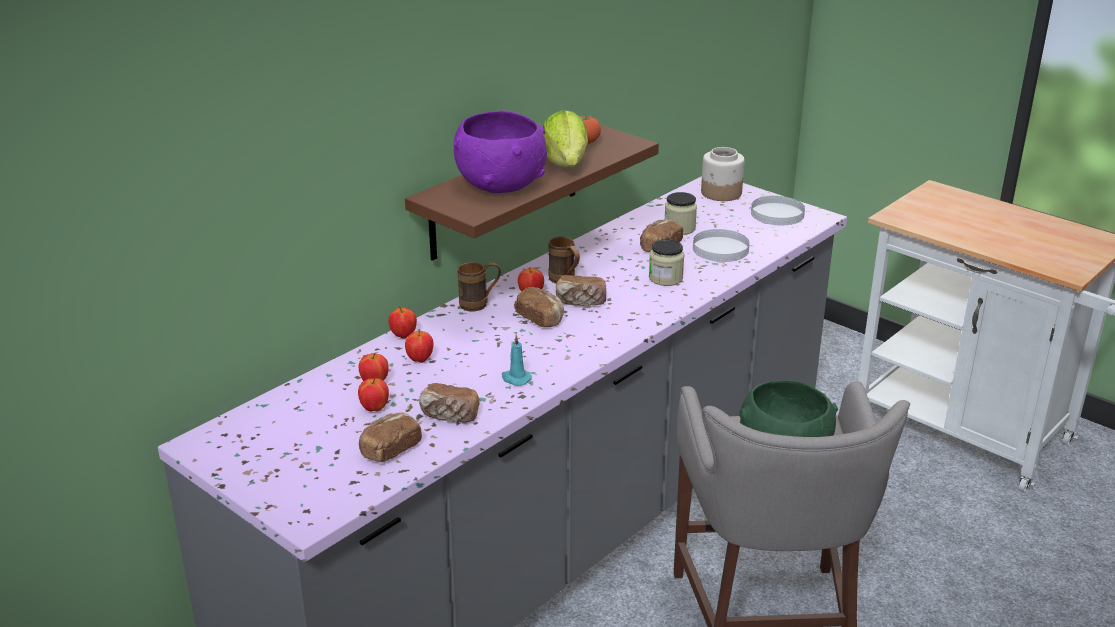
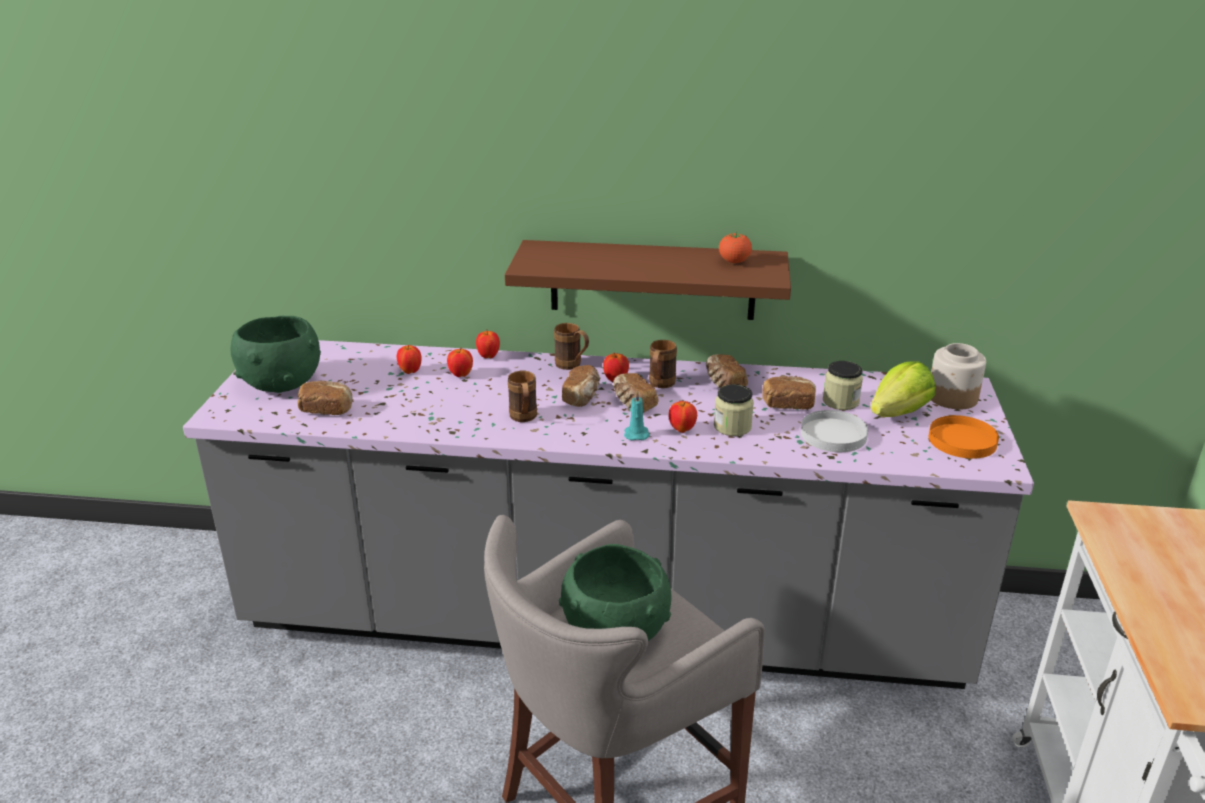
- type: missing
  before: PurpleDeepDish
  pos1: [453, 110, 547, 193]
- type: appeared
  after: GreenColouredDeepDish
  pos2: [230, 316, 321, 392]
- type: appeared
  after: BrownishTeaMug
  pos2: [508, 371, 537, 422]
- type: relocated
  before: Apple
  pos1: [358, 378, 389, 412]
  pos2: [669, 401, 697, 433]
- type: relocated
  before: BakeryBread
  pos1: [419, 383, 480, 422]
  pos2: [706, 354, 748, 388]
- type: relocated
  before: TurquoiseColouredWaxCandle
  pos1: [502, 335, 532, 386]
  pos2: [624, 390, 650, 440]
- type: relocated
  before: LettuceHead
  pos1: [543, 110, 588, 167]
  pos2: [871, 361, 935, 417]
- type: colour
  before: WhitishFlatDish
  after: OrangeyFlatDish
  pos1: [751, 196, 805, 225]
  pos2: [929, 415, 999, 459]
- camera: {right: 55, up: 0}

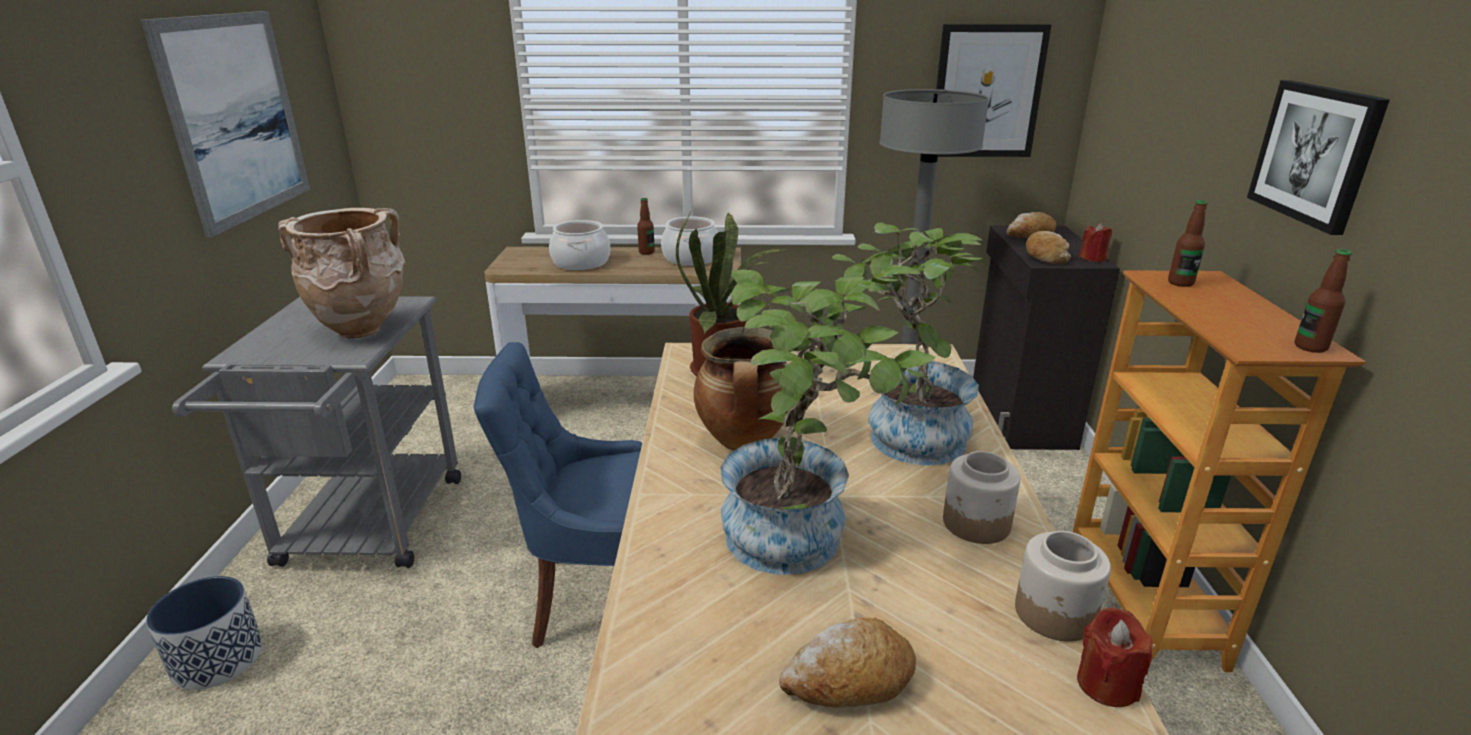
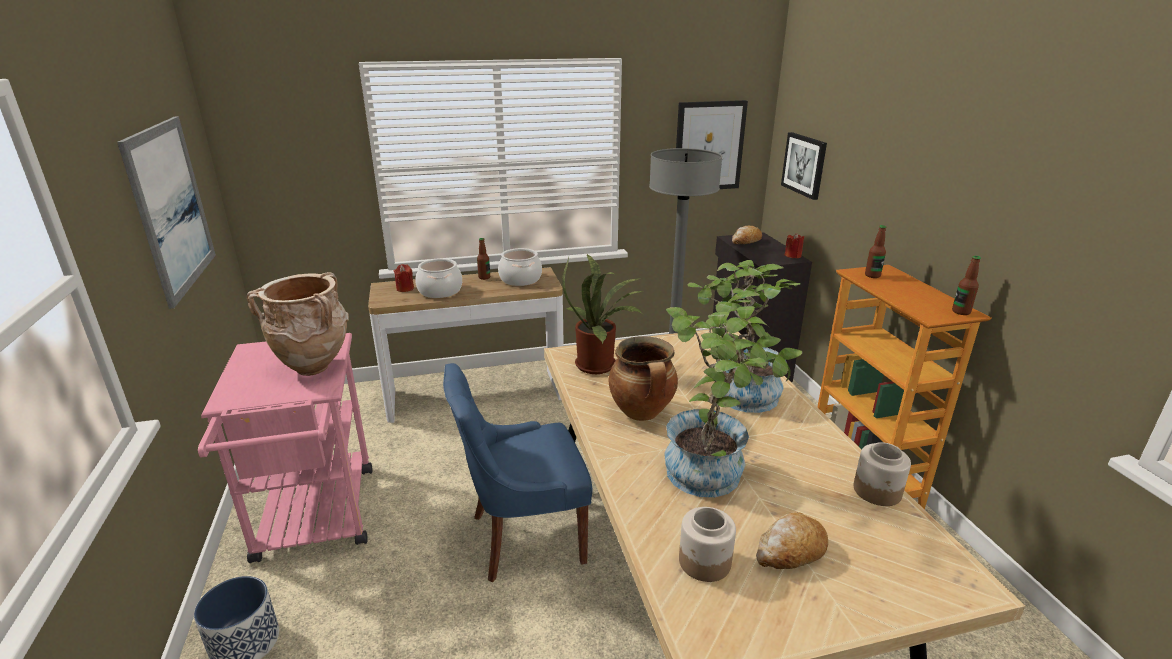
- type: missing
  before: BakeryBread
  pos1: [1026, 231, 1071, 264]
- type: relocated
  before: StorageJar
  pos1: [943, 451, 1020, 544]
  pos2: [679, 507, 736, 582]
- type: relocated
  before: RedWaxCandle
  pos1: [1077, 608, 1153, 707]
  pos2: [393, 264, 414, 292]
- type: relocated
  before: WallArt
  pos1: [1247, 80, 1390, 235]
  pos2: [781, 132, 827, 200]
- type: colour
  before: GrayCart
  after: PinkColouredCart
  pos1: [172, 296, 461, 568]
  pos2: [198, 333, 372, 563]
- camera: {right: -15, up: 0}

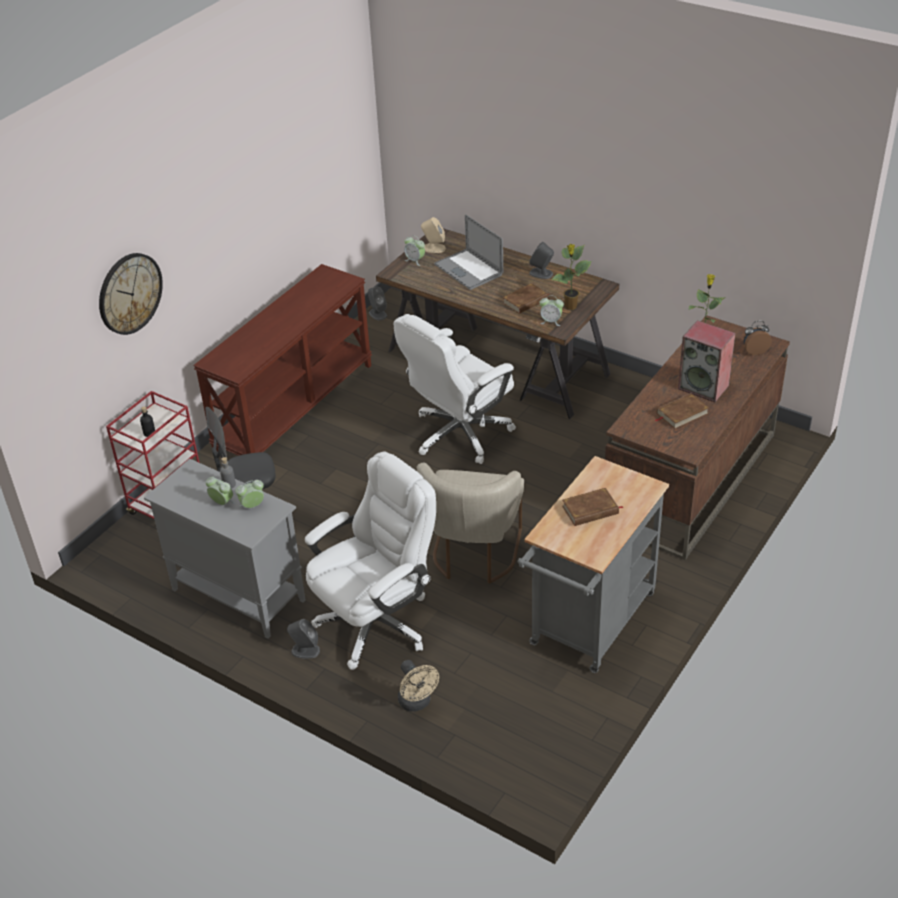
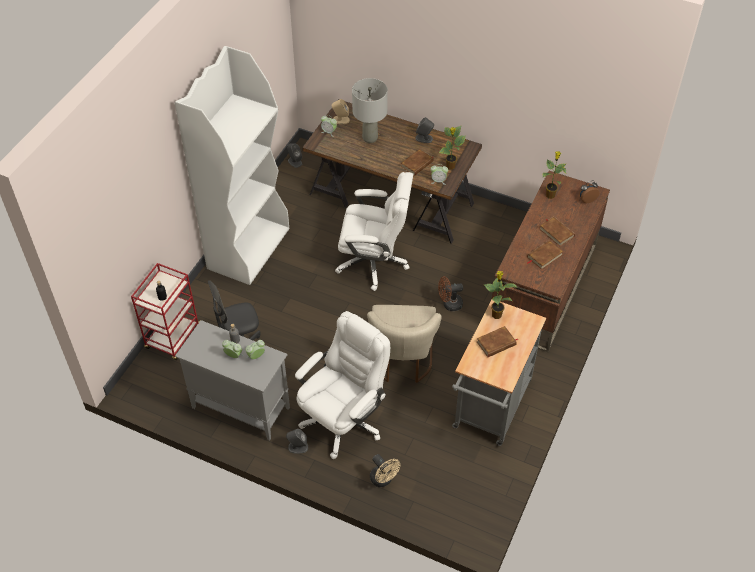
- type: missing
  before: HangingClock
  pos1: [99, 253, 163, 335]
- type: appeared
  after: BrownishElectricFan
  pos2: [438, 276, 463, 311]
- type: appeared
  after: PlantInAPot
  pos2: [484, 271, 518, 319]
- type: exchanged
  before: BrownishHallTable
  after: WhitishBookshelf
  pos1: [193, 264, 372, 456]
  pos2: [174, 46, 289, 285]
- type: exchanged
  before: NotebookComputer
  after: GrayTabletopLamp
  pos1: [434, 214, 503, 290]
  pos2: [352, 78, 388, 143]
- type: exchanged
  before: Loudspeaker
  after: BrownishBook
  pos1: [678, 320, 735, 402]
  pos2: [540, 217, 575, 246]
- type: spun
  before: WhitishOfficeChair
  pos1: [394, 314, 516, 464]
  pos2: [335, 172, 413, 291]
  turn: -120
- camera: {right: -10, up: 10}

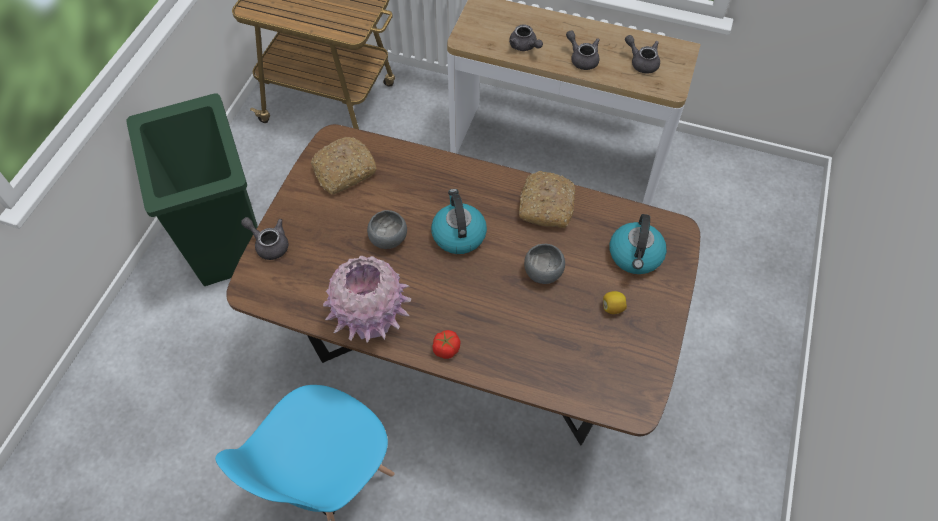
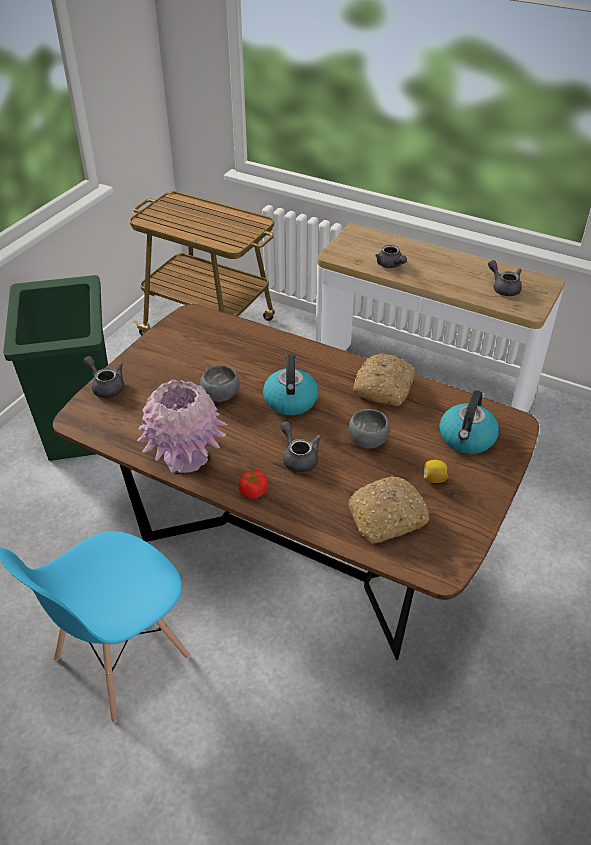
- type: relocated
  before: BakeryBread
  pos1: [311, 137, 377, 195]
  pos2: [348, 476, 429, 544]
- type: relocated
  before: GrayTeapot
  pos1: [566, 30, 599, 70]
  pos2: [280, 421, 321, 472]
- camera: {right: 10, up: -15}

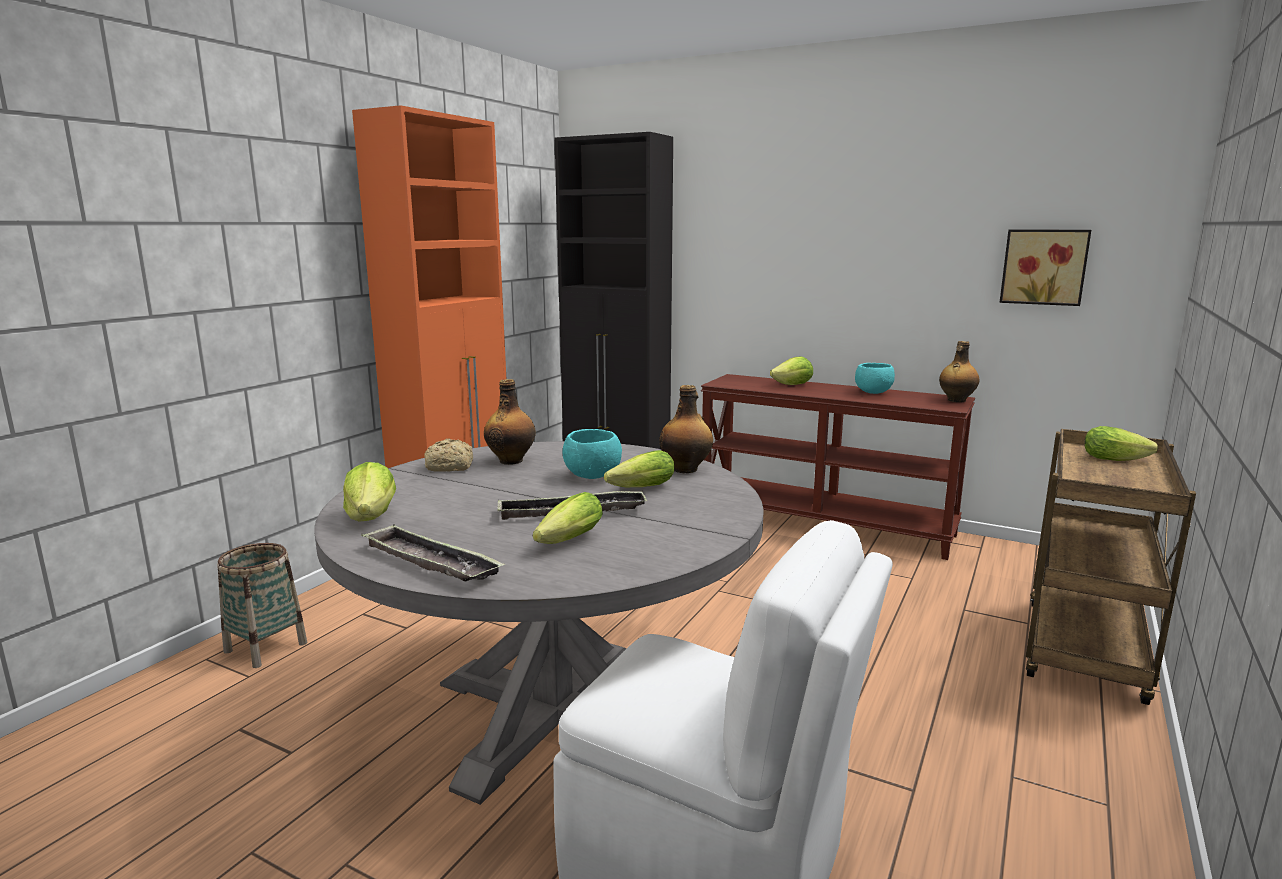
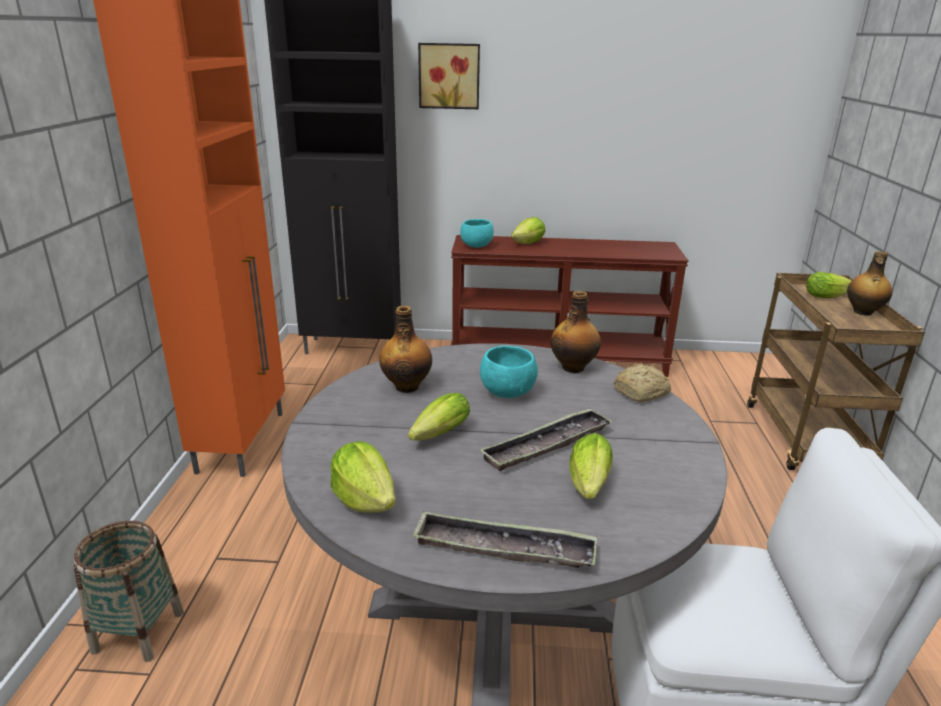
- type: relocated
  before: BakeryBread
  pos1: [424, 438, 473, 472]
  pos2: [614, 364, 671, 402]
- type: relocated
  before: LettuceHead
  pos1: [604, 450, 674, 487]
  pos2: [408, 393, 470, 441]
- type: relocated
  before: TurquoiseColouredDeepDish
  pos1: [855, 363, 895, 394]
  pos2: [460, 219, 494, 248]
- type: relocated
  before: BeverageBottle
  pos1: [939, 341, 979, 402]
  pos2: [847, 251, 892, 316]
- type: relocated
  before: WallArt
  pos1: [999, 229, 1091, 306]
  pos2: [418, 43, 480, 109]
- camera: {right: -25, up: 10}

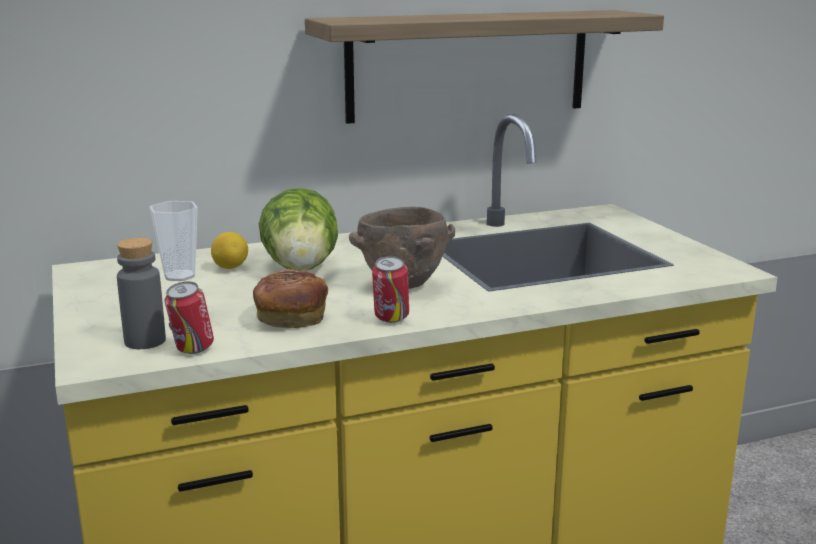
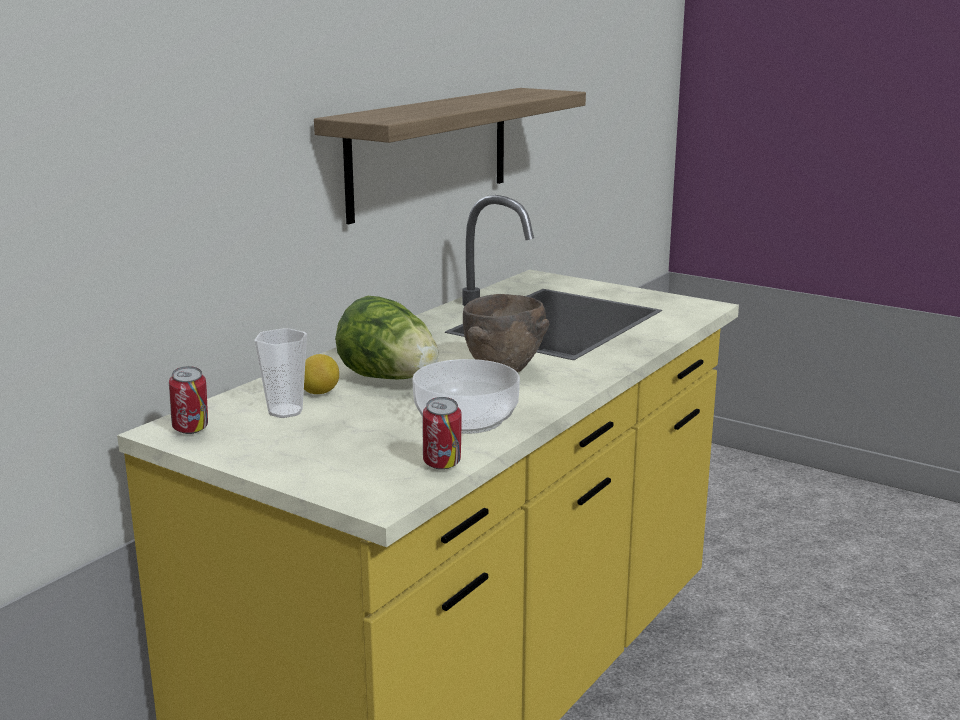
- type: missing
  before: GrayBeverageBottle
  pos1: [117, 238, 166, 349]
- type: relocated
  before: SealedCan
  pos1: [372, 256, 409, 323]
  pos2: [169, 366, 208, 434]
- type: exchanged
  before: BakeryBread
  after: DeepDish
  pos1: [253, 269, 328, 328]
  pos2: [412, 359, 520, 434]
- camera: {right: -35, up: 0}

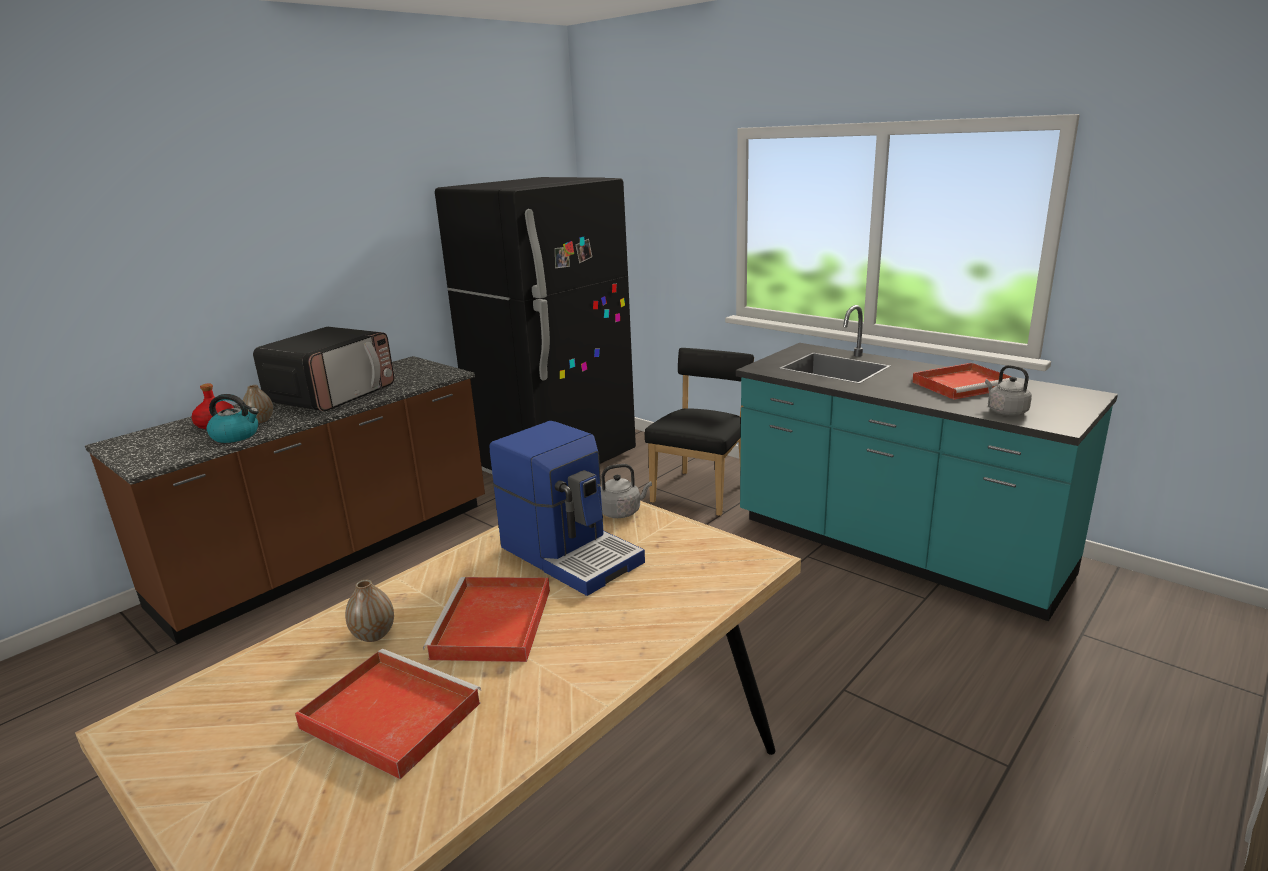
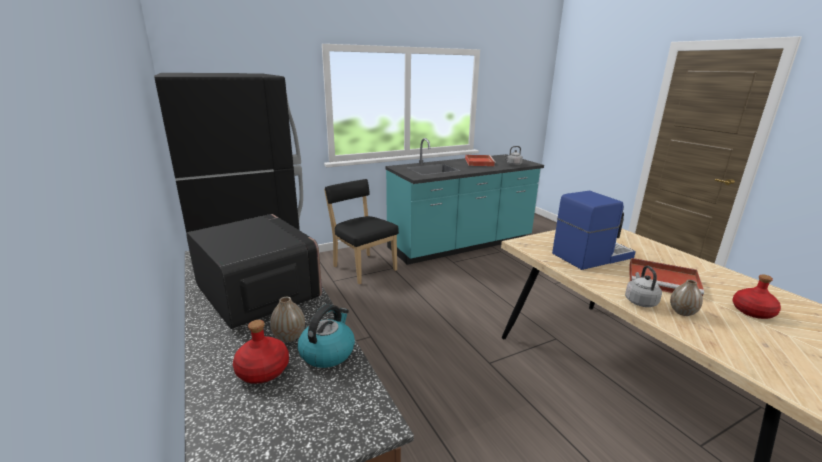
- type: relocated
  before: GrayKettle
  pos1: [601, 464, 652, 518]
  pos2: [625, 266, 662, 307]
- type: exchanged
  before: RedServingTray
  after: RedBeverageBottle
  pos1: [295, 649, 481, 779]
  pos2: [732, 275, 781, 319]
- camera: {right: -70, up: 0}

